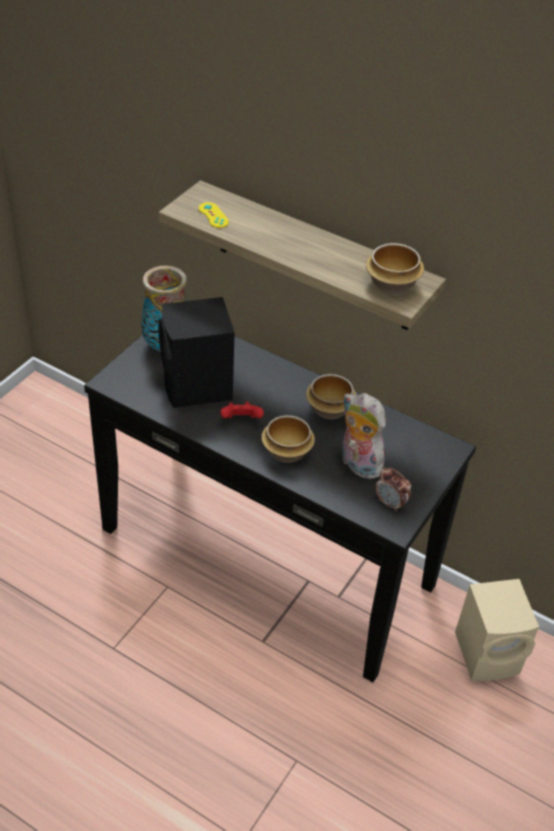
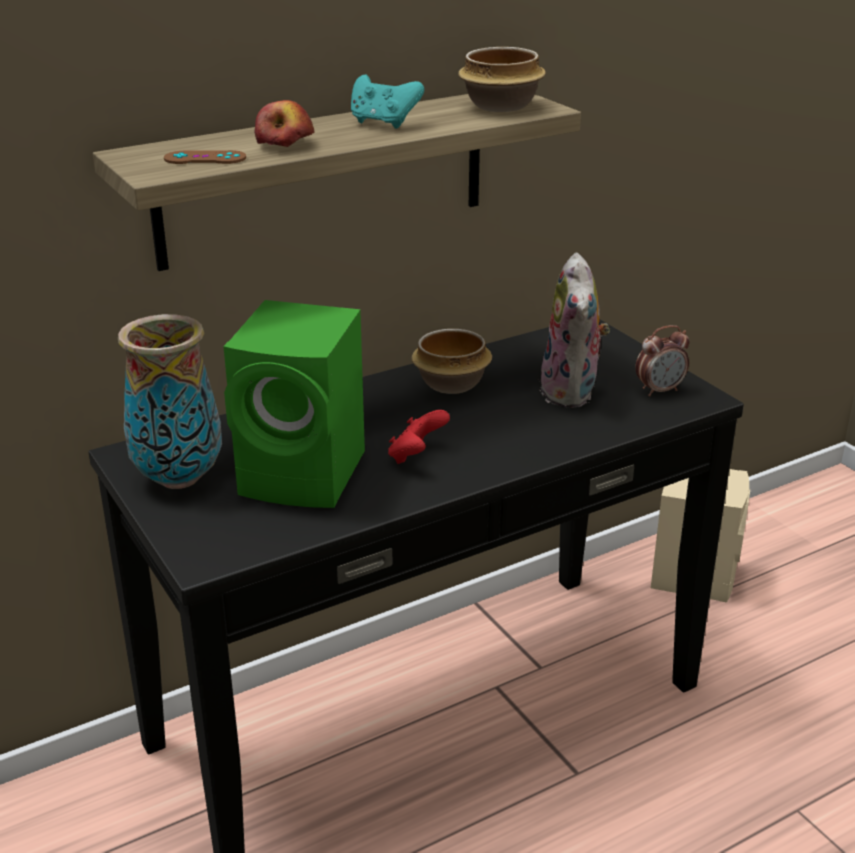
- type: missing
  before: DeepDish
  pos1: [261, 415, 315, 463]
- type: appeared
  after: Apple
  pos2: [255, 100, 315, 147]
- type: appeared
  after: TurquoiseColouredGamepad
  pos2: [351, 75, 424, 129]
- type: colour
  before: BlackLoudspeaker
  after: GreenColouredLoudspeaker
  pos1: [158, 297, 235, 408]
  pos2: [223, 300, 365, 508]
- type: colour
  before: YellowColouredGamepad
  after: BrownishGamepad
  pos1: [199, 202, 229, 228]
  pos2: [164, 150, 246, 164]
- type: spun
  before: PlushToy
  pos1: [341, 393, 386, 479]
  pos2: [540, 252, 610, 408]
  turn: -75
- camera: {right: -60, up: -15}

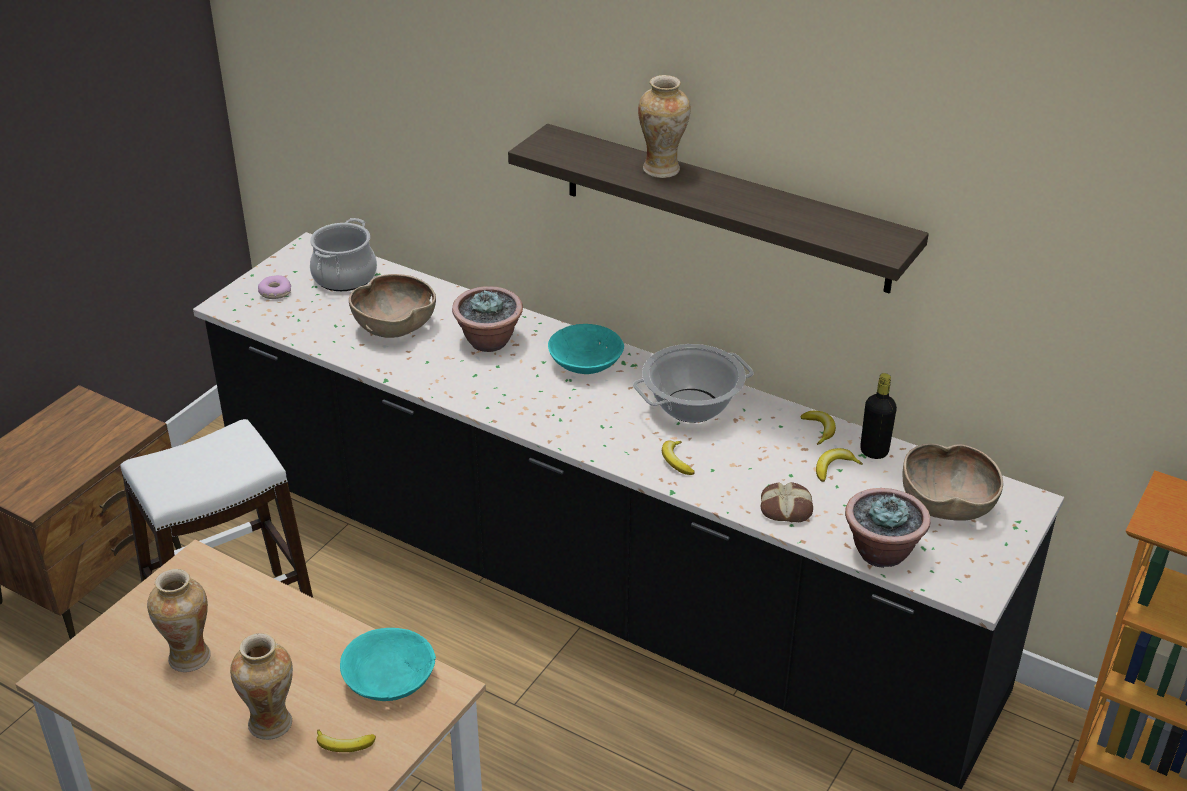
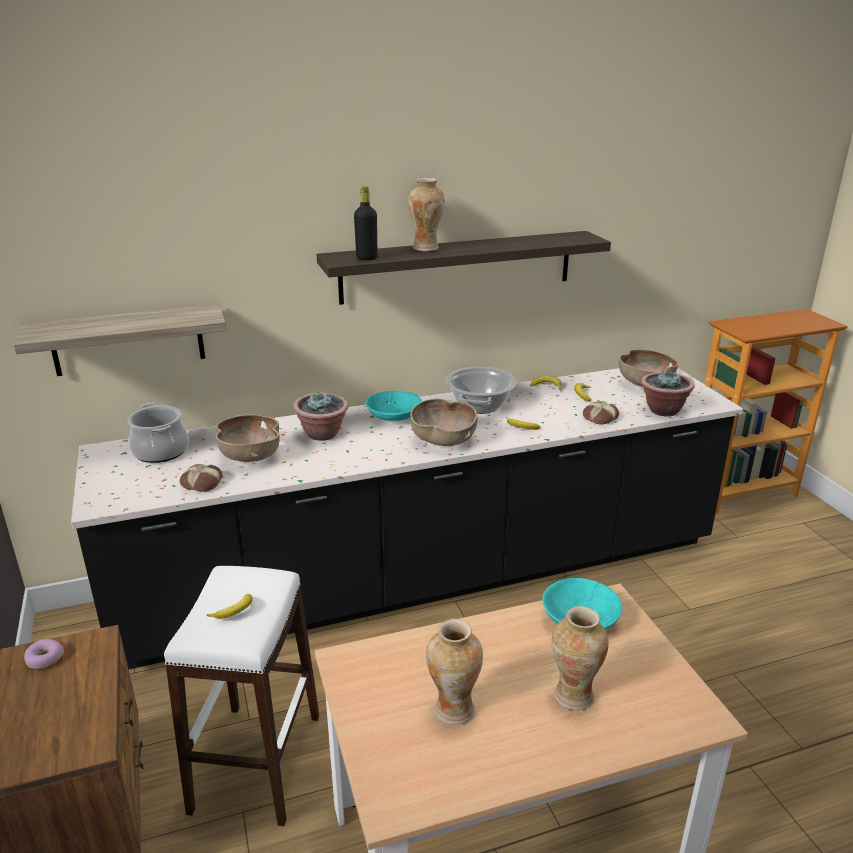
- type: appeared
  after: BracketShelf
  pos2: [14, 304, 227, 376]
- type: appeared
  after: BakeryBread
  pos2: [180, 464, 223, 492]
- type: appeared
  after: BrownishDeepDish
  pos2: [410, 399, 477, 446]
- type: relocated
  before: RingDoughnut
  pos1: [258, 275, 291, 299]
  pos2: [24, 639, 64, 669]
- type: relocated
  before: WholeBanana
  pos1: [317, 730, 376, 752]
  pos2: [206, 594, 252, 619]
- type: relocated
  before: BlackBeverageBottle
  pos1: [860, 373, 897, 459]
  pos2: [354, 186, 377, 260]
- camera: {right: -50, up: -10}

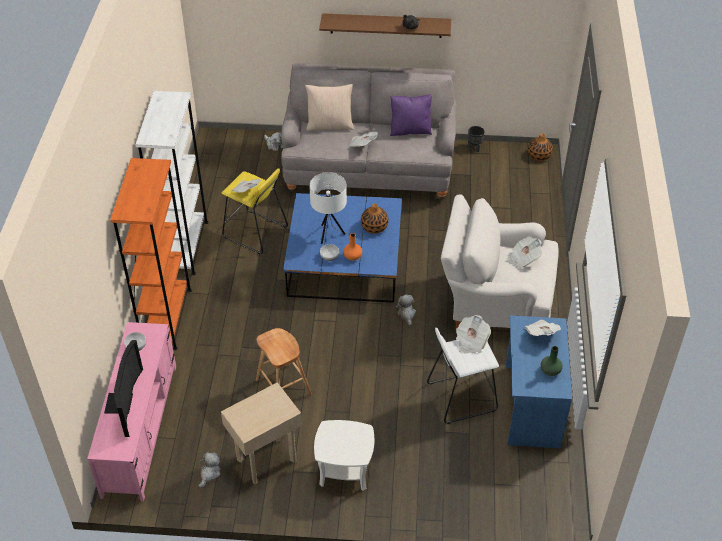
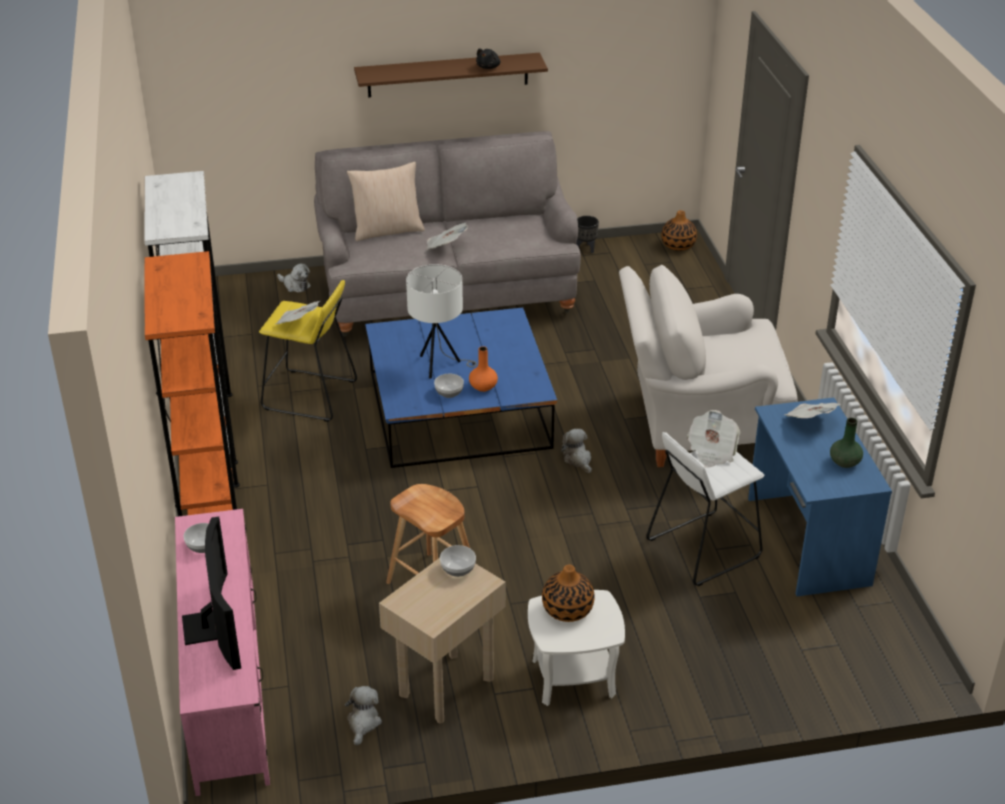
- type: missing
  before: PurplePillow
  pos1: [390, 94, 432, 136]
- type: missing
  before: Newspaper
  pos1: [506, 236, 542, 269]
- type: appeared
  after: DeepDish
  pos2: [440, 545, 476, 577]
- type: relocated
  before: FlowerVase
  pos1: [361, 204, 389, 234]
  pos2: [542, 565, 595, 622]
- camera: {right: -15, up: -10}

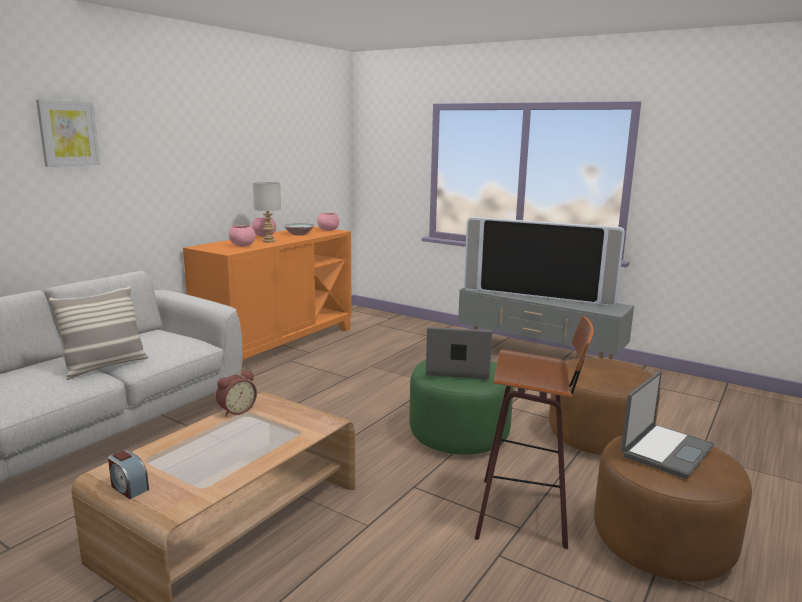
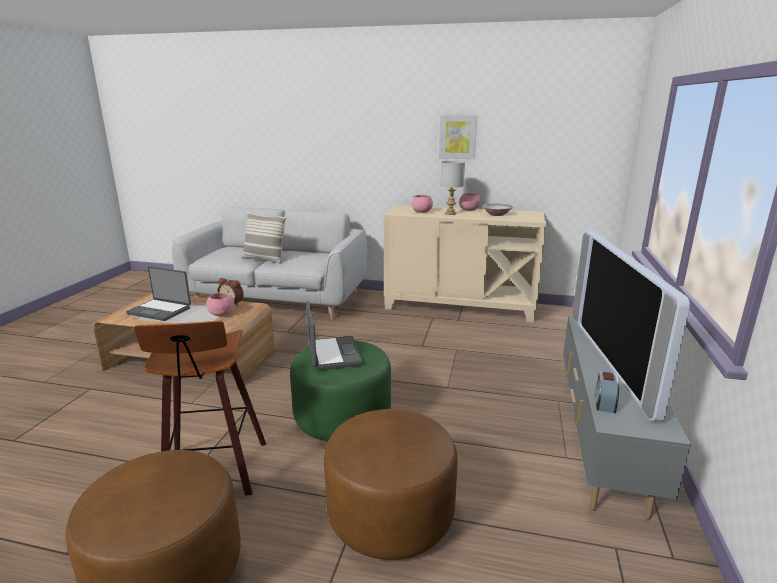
- type: relocated
  before: WallArt
  pos1: [36, 99, 100, 167]
  pos2: [439, 115, 477, 159]
- type: relocated
  before: BedsideClock
  pos1: [108, 450, 149, 499]
  pos2: [595, 372, 619, 413]
- type: relocated
  before: PinkColouredDeepDish
  pos1: [317, 213, 339, 231]
  pos2: [206, 292, 234, 316]
- type: relocated
  before: NotebookComputer
  pos1: [621, 372, 714, 479]
  pos2: [126, 266, 191, 321]
- type: colour
  before: OrangeyCabinet
  after: BeigeCabinet
  pos1: [183, 227, 352, 374]
  pos2: [384, 205, 546, 323]
- camera: {right: 70, up: 5}

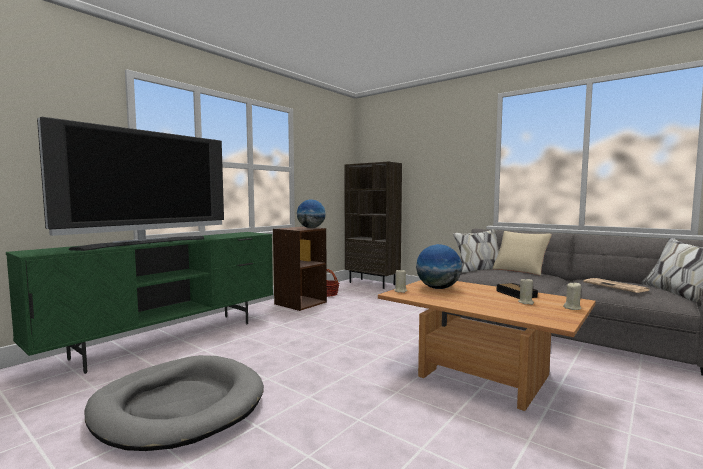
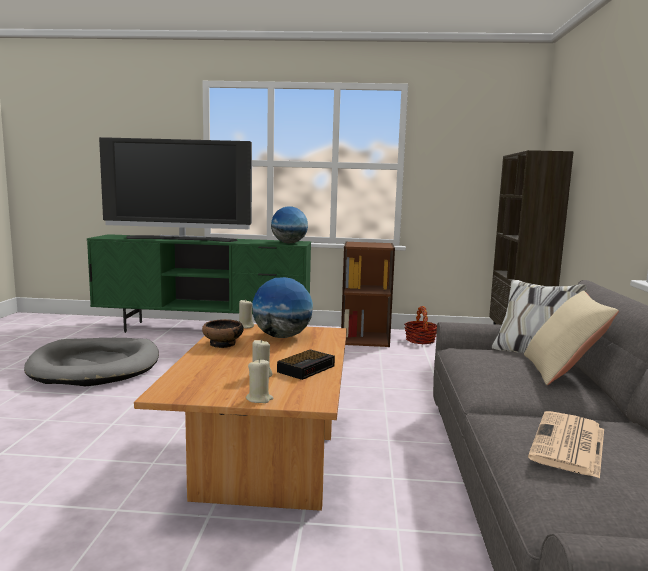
- type: appeared
  after: DeepDish
  pos2: [202, 319, 244, 348]
- type: relocated
  before: DeskGlobe
  pos1: [297, 199, 326, 228]
  pos2: [271, 206, 308, 244]
- camera: {right: 55, up: 5}

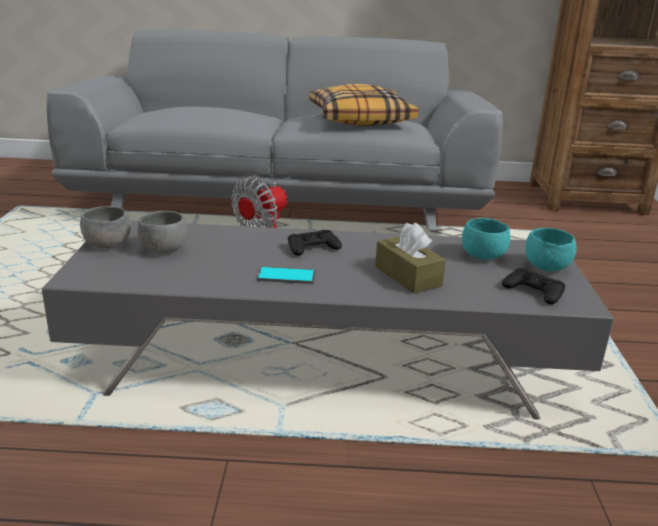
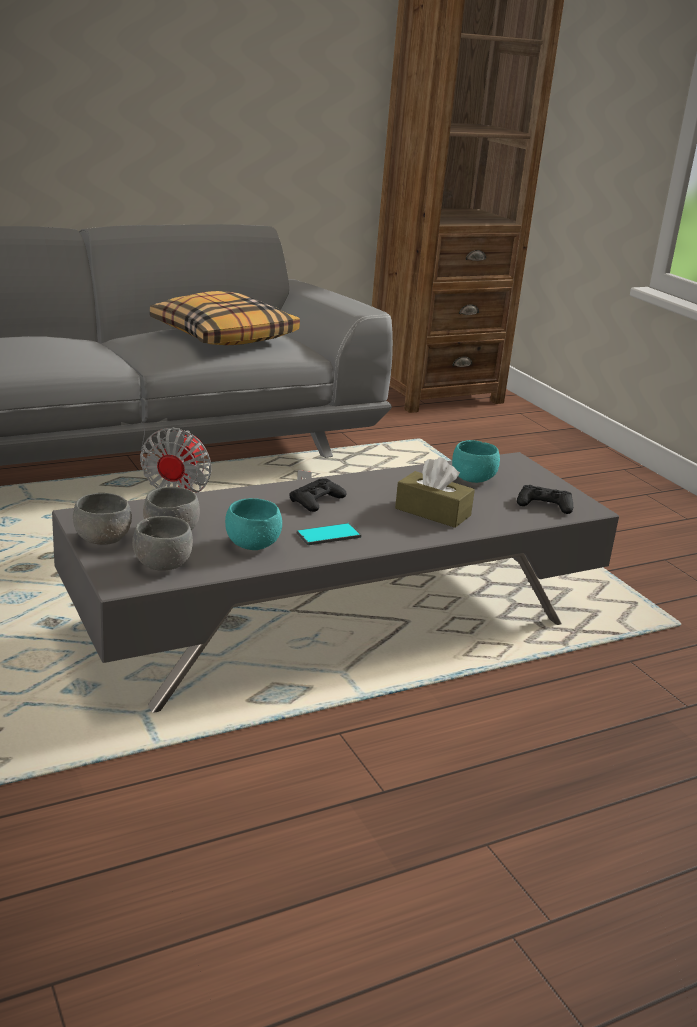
- type: appeared
  after: GrayDeepDish
  pos2: [132, 516, 193, 571]
- type: relocated
  before: TurquoiseColouredDeepDish
  pos1: [525, 228, 576, 271]
  pos2: [225, 498, 282, 550]
- camera: {right: -30, up: 0}

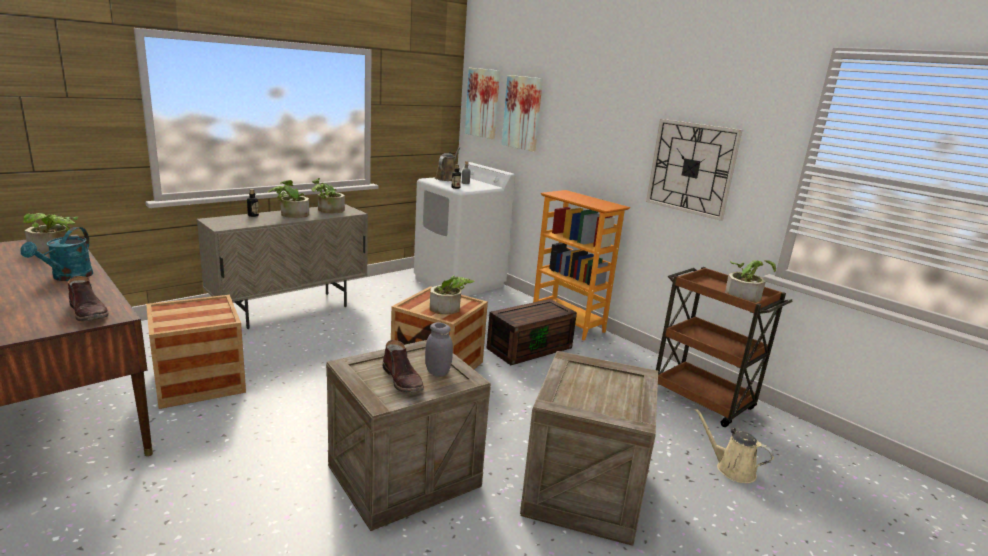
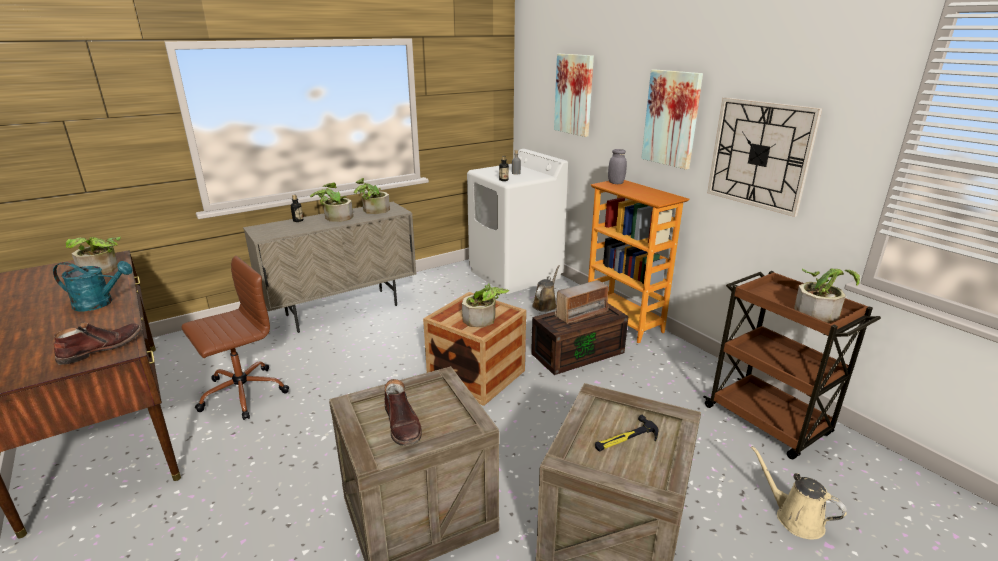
- type: appeared
  after: RadioReceiver
  pos2: [554, 280, 609, 324]
- type: appeared
  after: HandHammer
  pos2: [595, 415, 659, 452]
- type: relocated
  before: GrayStorageJar
  pos1: [425, 323, 453, 376]
  pos2: [608, 149, 627, 184]
- type: relocated
  before: BrownishWateringCan
  pos1: [435, 147, 460, 181]
  pos2: [532, 265, 560, 312]
- type: relocated
  before: WallArt
  pos1: [465, 68, 500, 139]
  pos2: [641, 69, 703, 170]
- type: exchanged
  before: ShippingCrate
  after: BrownishOfficeChair
  pos1: [146, 295, 246, 409]
  pos2: [181, 256, 289, 420]
- type: spun
  before: TurquoiseColouredWateringCan
  pos1: [20, 227, 93, 281]
  pos2: [53, 261, 133, 311]
  turn: -105
- type: spun
  before: BrownishTallBoot
  pos1: [68, 276, 109, 322]
  pos2: [54, 322, 142, 365]
  turn: -105
- camera: {right: 10, up: 5}

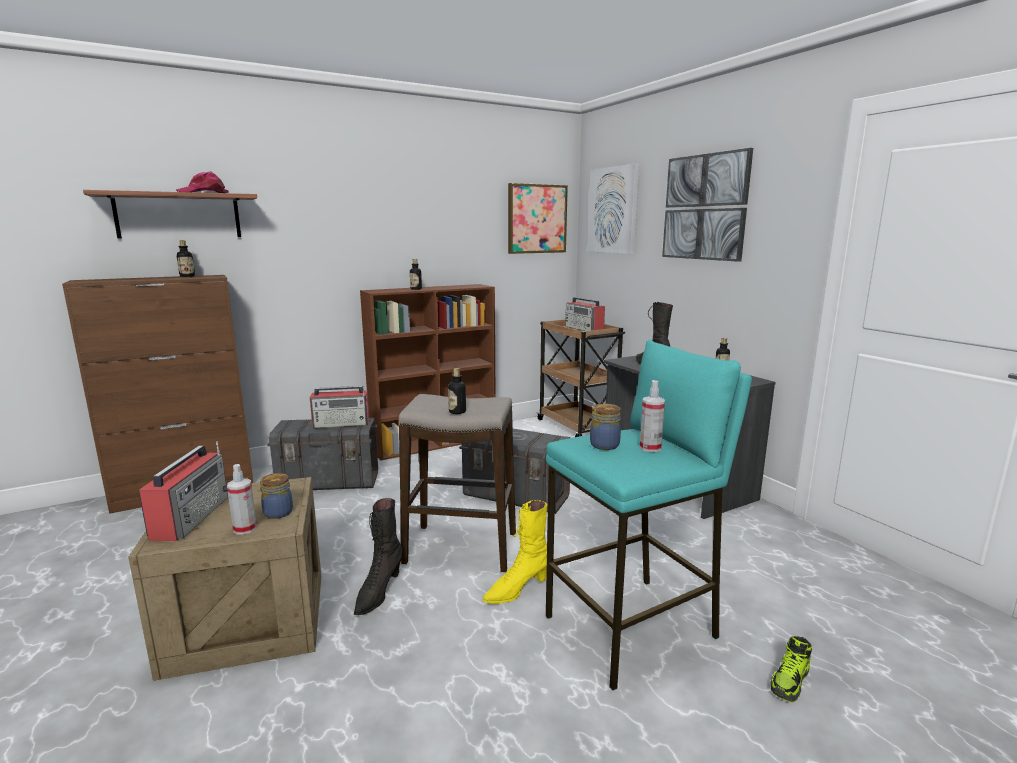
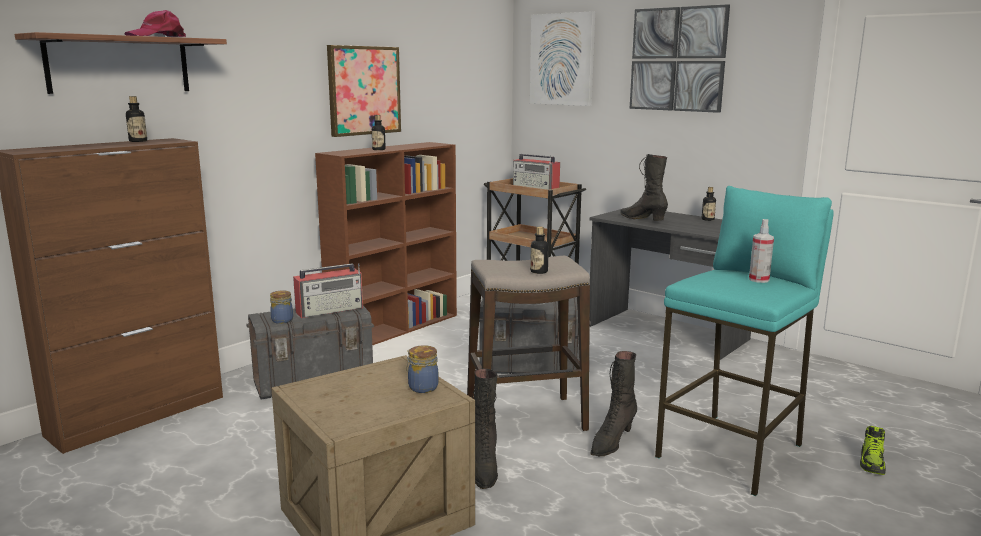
- type: missing
  before: RadioReceiver
  pos1: [139, 441, 228, 541]
- type: missing
  before: Sprayer
  pos1: [227, 464, 257, 535]
- type: relocated
  before: WallArt
  pos1: [508, 183, 568, 254]
  pos2: [327, 45, 401, 137]
- type: relocated
  before: StorageJar
  pos1: [590, 404, 621, 450]
  pos2: [270, 290, 293, 324]
- type: colour
  before: YellowColouredTallBoot
  after: BlackTallBoot
  pos1: [482, 500, 547, 604]
  pos2: [590, 351, 637, 456]
- camera: {right: -20, up: 0}

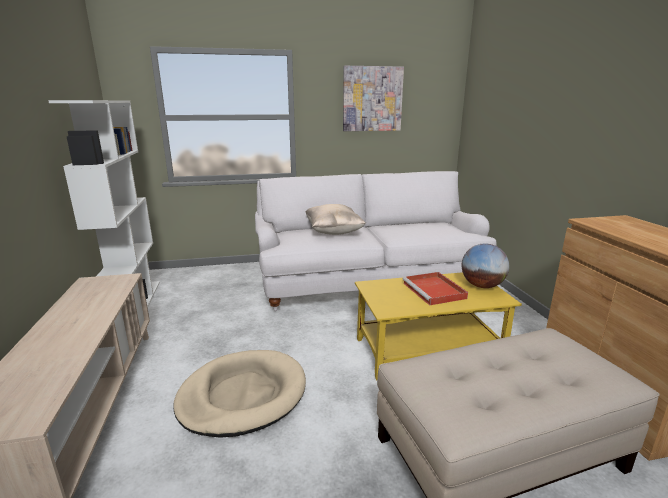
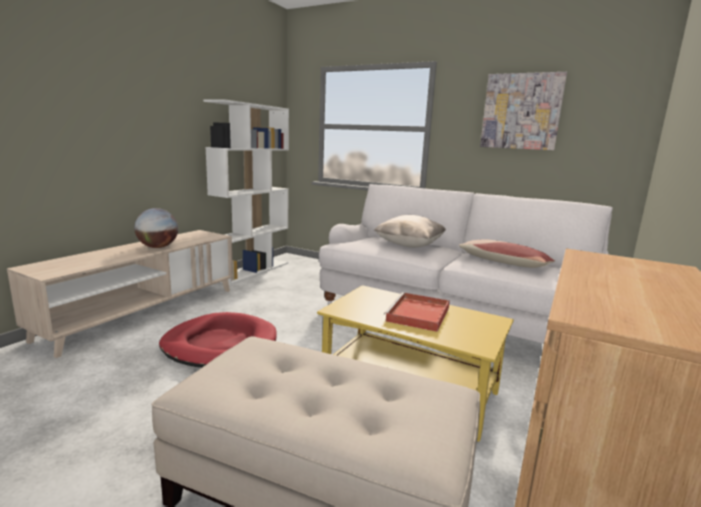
- type: appeared
  after: Pillow
  pos2: [459, 239, 555, 268]
- type: relocated
  before: DeskGlobe
  pos1: [462, 243, 509, 288]
  pos2: [134, 208, 178, 248]
- type: colour
  before: BeigeDogBed
  after: RedDogBed
  pos1: [174, 350, 306, 438]
  pos2: [159, 312, 277, 368]
- camera: {right: 40, up: -5}

